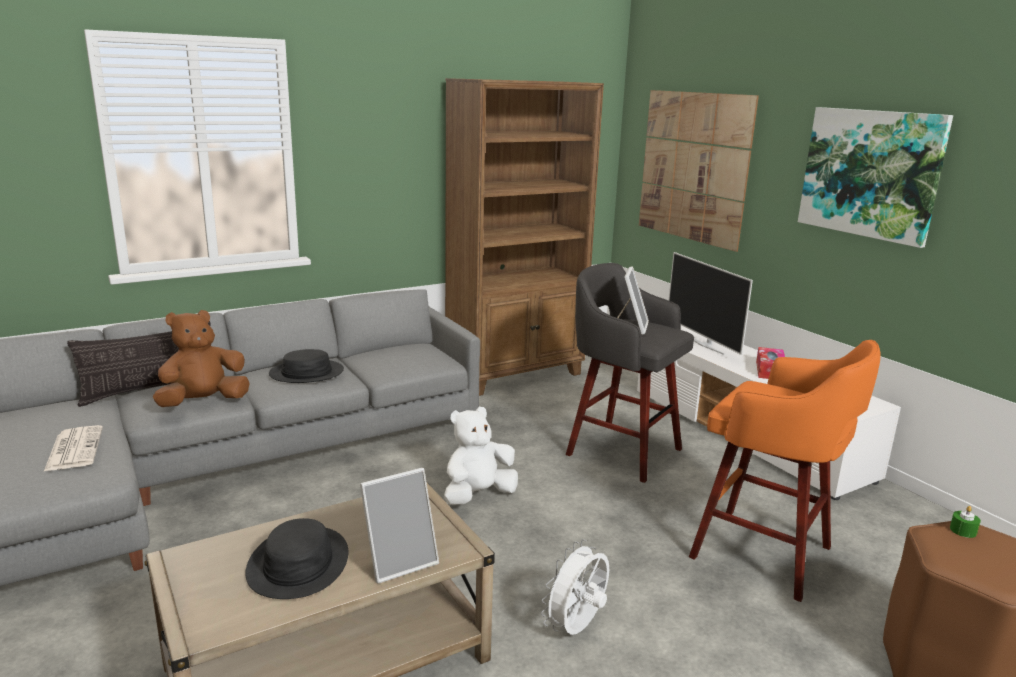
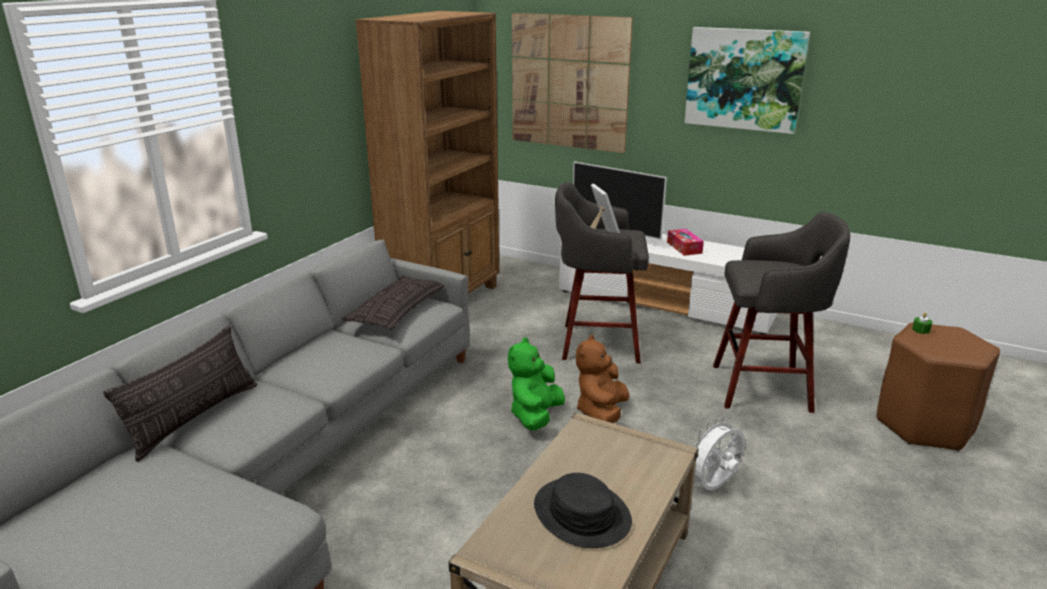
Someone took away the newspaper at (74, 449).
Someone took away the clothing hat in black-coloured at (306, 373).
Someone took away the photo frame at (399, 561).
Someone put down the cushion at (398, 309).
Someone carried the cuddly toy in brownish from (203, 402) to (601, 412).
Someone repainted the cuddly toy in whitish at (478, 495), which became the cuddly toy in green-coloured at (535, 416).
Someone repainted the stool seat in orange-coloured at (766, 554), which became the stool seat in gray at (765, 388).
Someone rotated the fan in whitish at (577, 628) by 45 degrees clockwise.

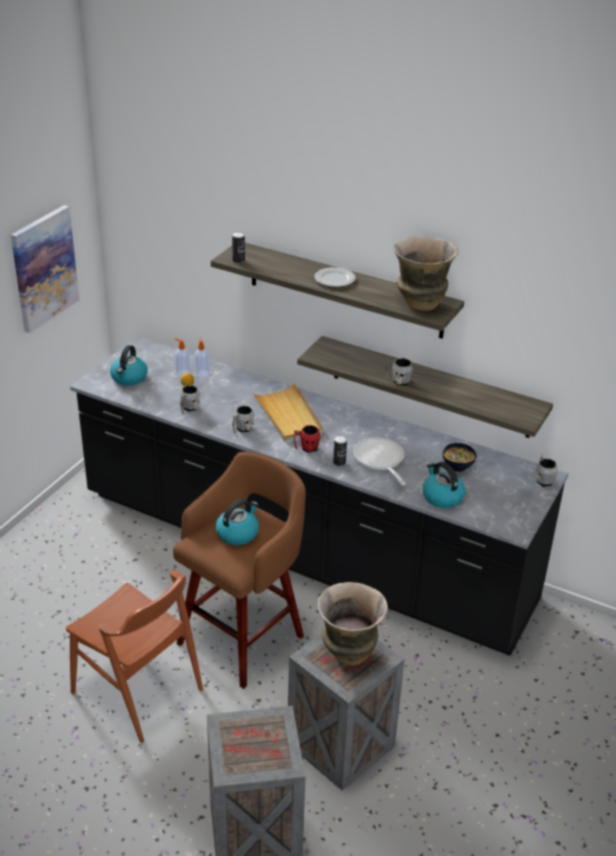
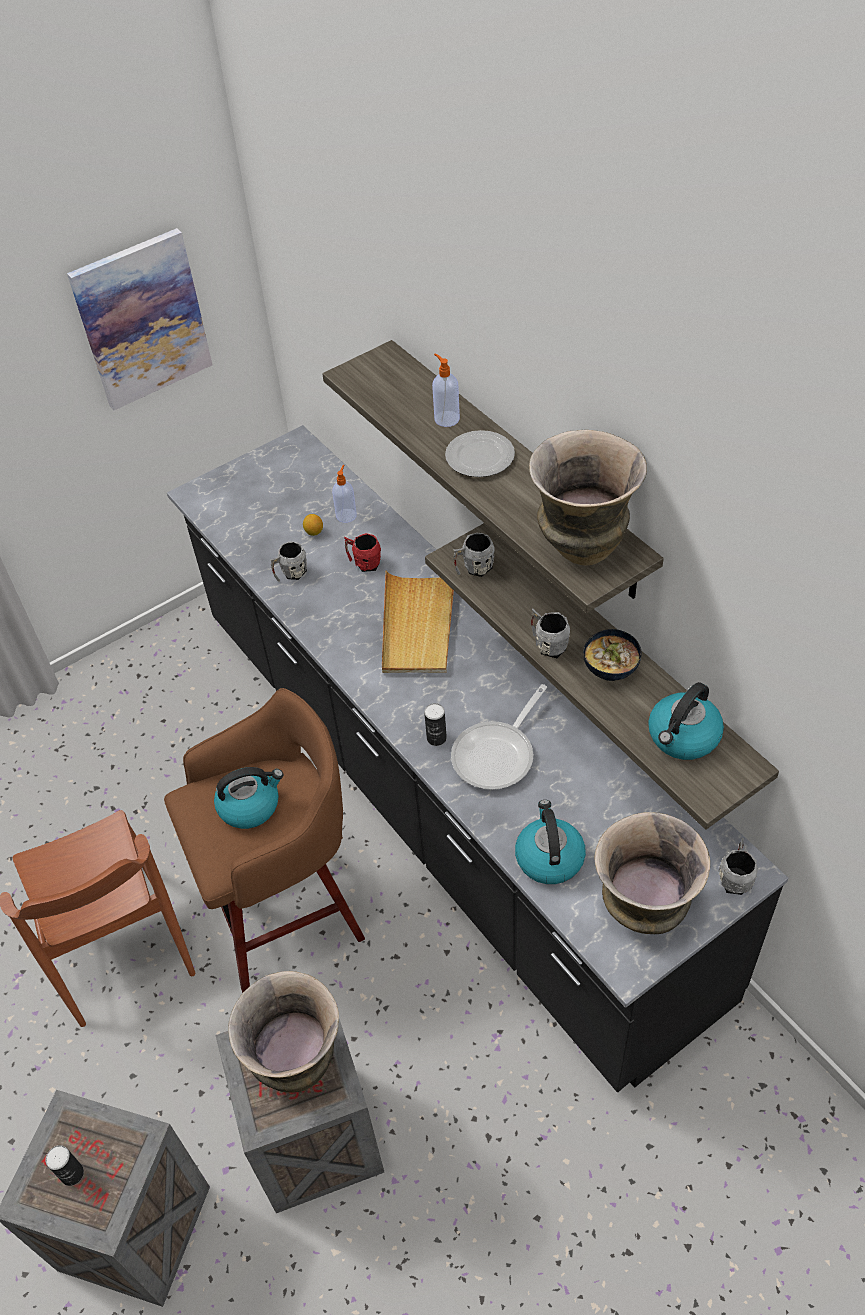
Someone put down the vase at (643, 911).
Someone carried the water kettle from (129, 378) to (683, 737).
Someone carried the soap dispenser from (182, 373) to (446, 418).
Someone carried the metal can from (238, 260) to (72, 1174).
Someone carried the mug in gray from (242, 429) to (474, 569).
Someone carried the mug in red-coloured from (306, 448) to (364, 563).
Someone carried the bowl from (458, 466) to (611, 669).
Someone rotated the frying pan at (380, 461) by 150 degrees counterclockwise.

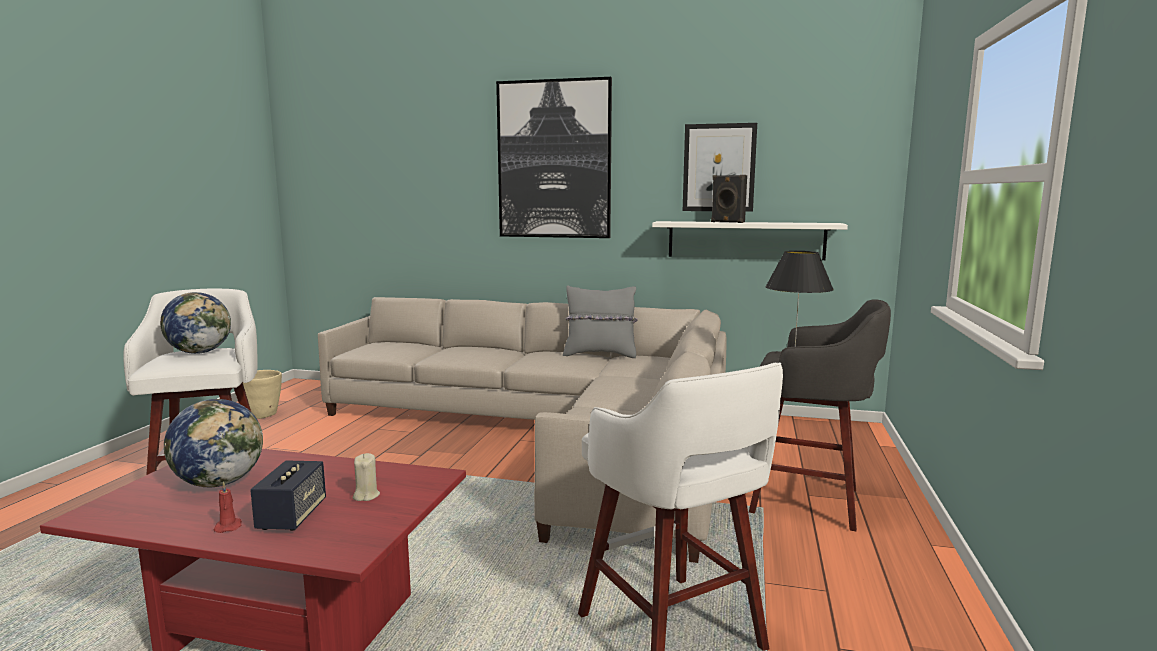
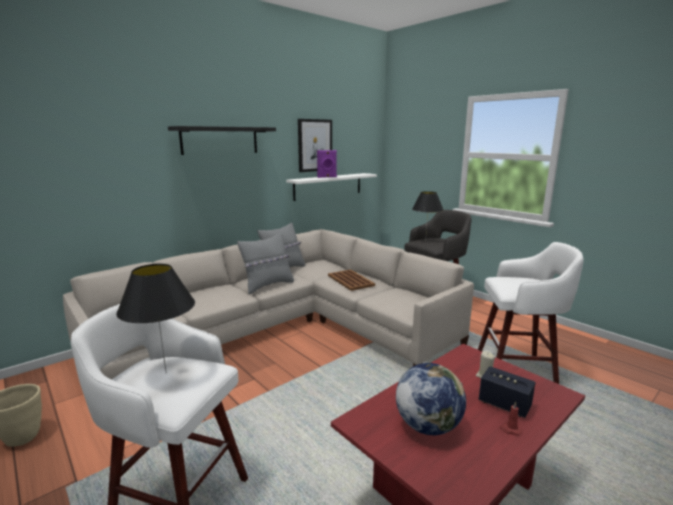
Someone put down the cushion in gray at (268, 285).
Someone put down the carrying tray in brownish at (350, 280).
Someone swapped the globe at (200, 352) for the tabletop lamp in black-coloured at (166, 372).
Someone swapped the wall picture at (554, 160) for the wall shelf in black-coloured at (220, 140).
Someone repainted the loudspeaker in black-coloured at (727, 222), which became the loudspeaker in purple at (327, 177).

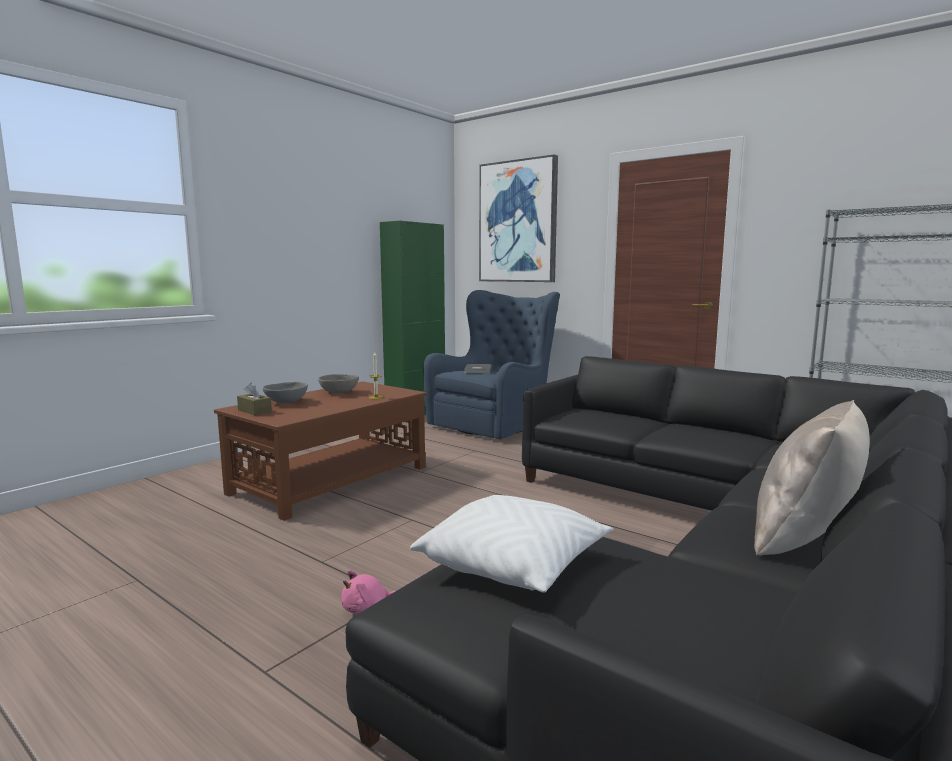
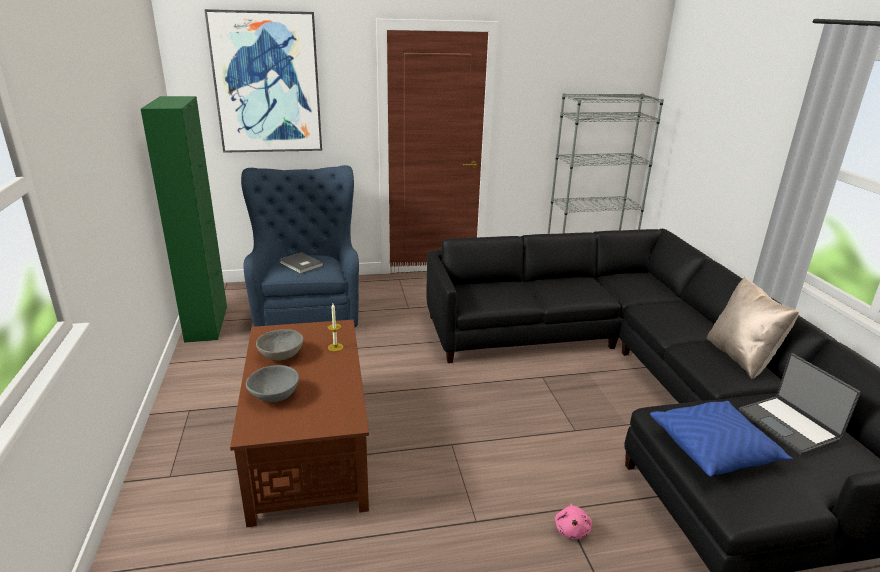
Someone took away the box of tissues in brownish at (254, 411).
Someone put down the portable computer at (789, 425).
Someone repainted the cushion in whitish at (514, 565), which became the cushion in blue at (714, 449).

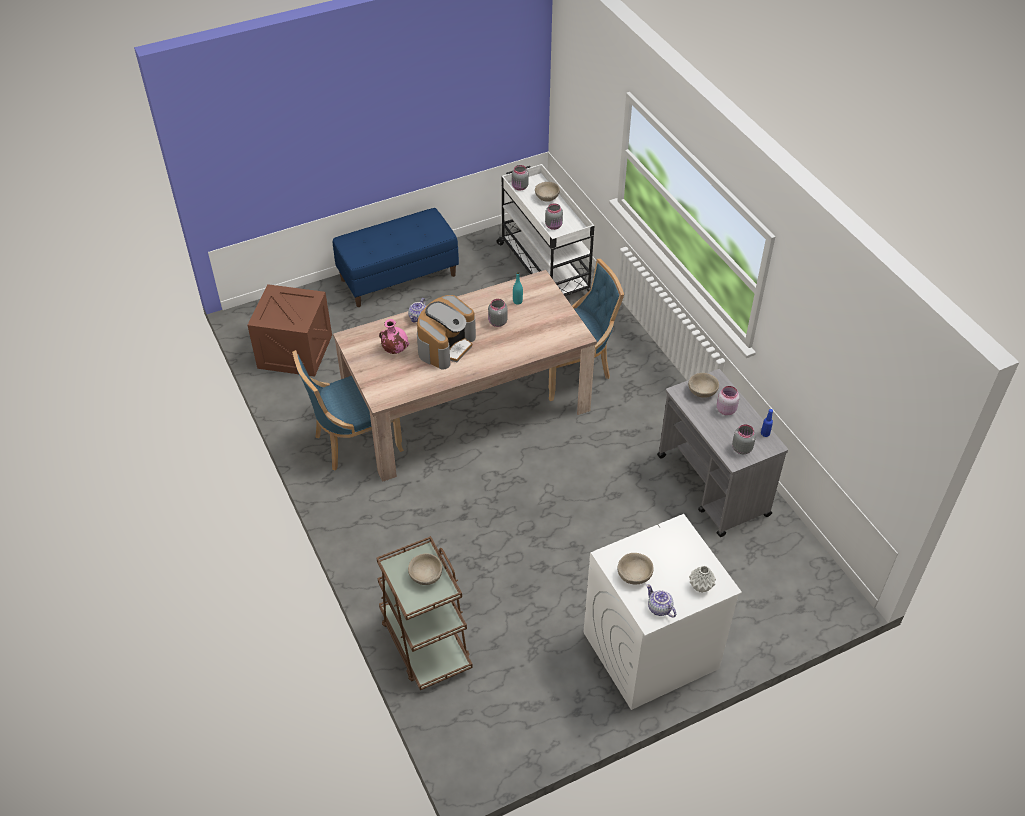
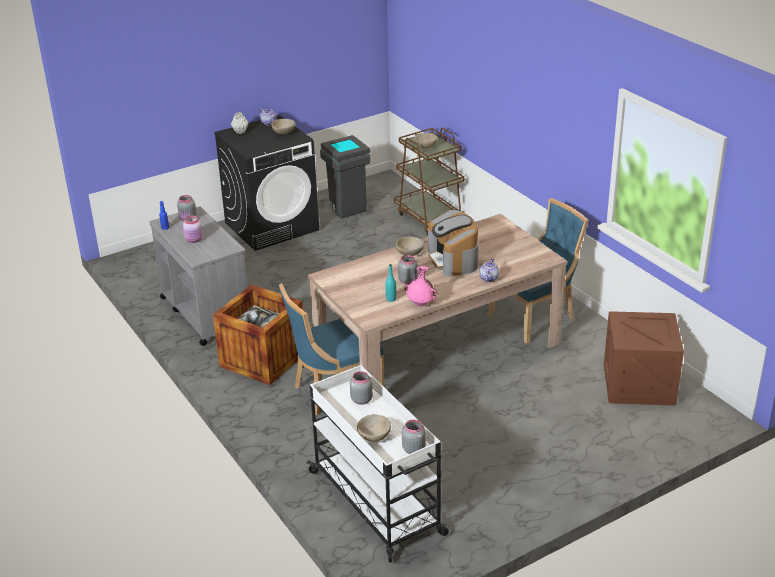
Someone took away the long seat in blue at (398, 277).
Someone put down the packing crate at (263, 359).
Someone put down the trash can in gray at (346, 209).
Someone carried the vase in pink-coloured from (394, 349) to (421, 304).
Someone carried the bowl in beige from (702, 392) to (409, 253).
Someone repainted the washing machine in whitish at (650, 651), which became the washing machine in black-coloured at (272, 226).
Someone rotated the coffee maker at (446, 345) by 45 degrees counterclockwise.

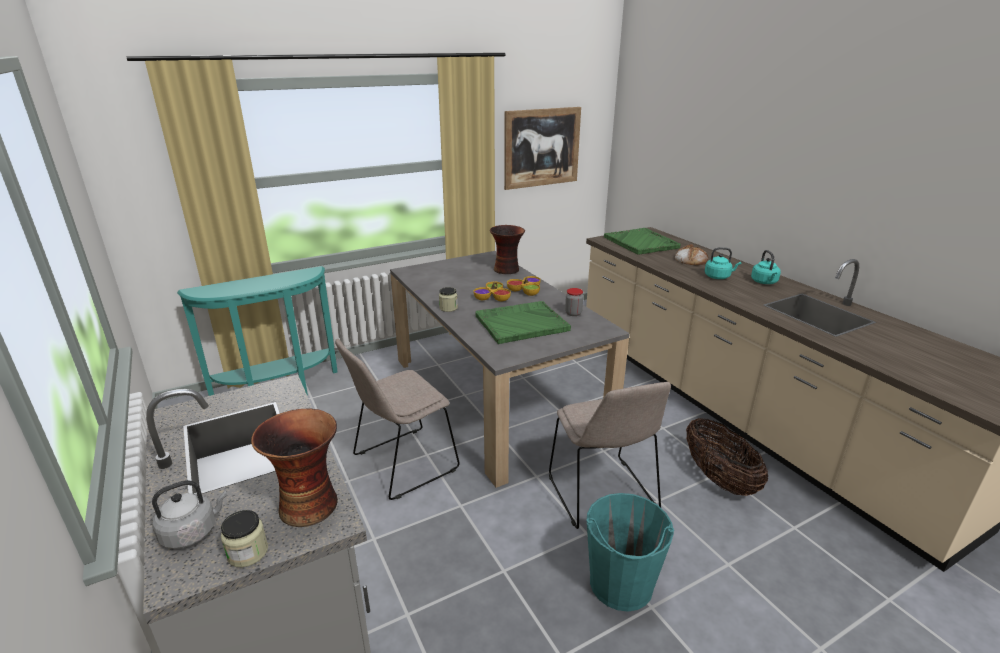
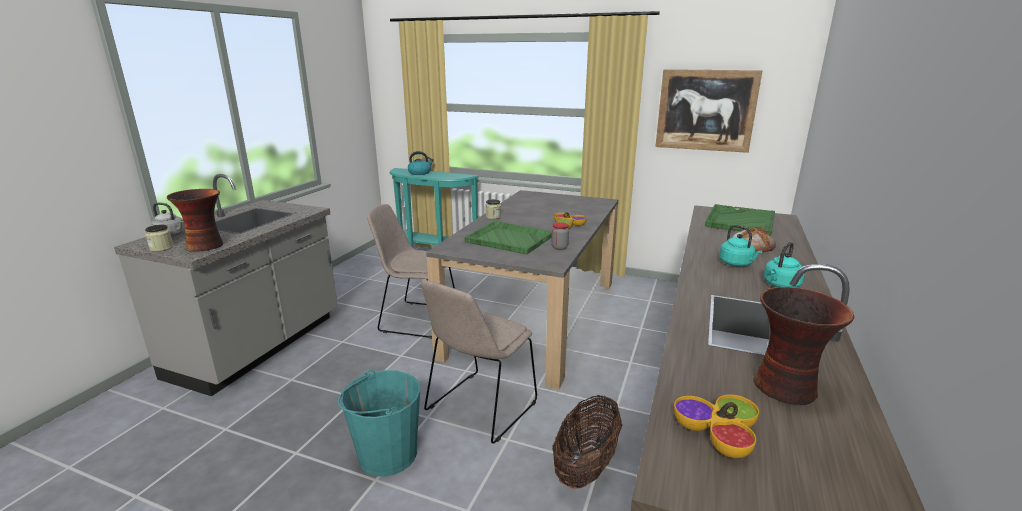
Someone put down the water kettle at (420, 173).
Someone carried the bowl from (492, 297) to (718, 432).
Someone carried the vase from (507, 270) to (787, 388).

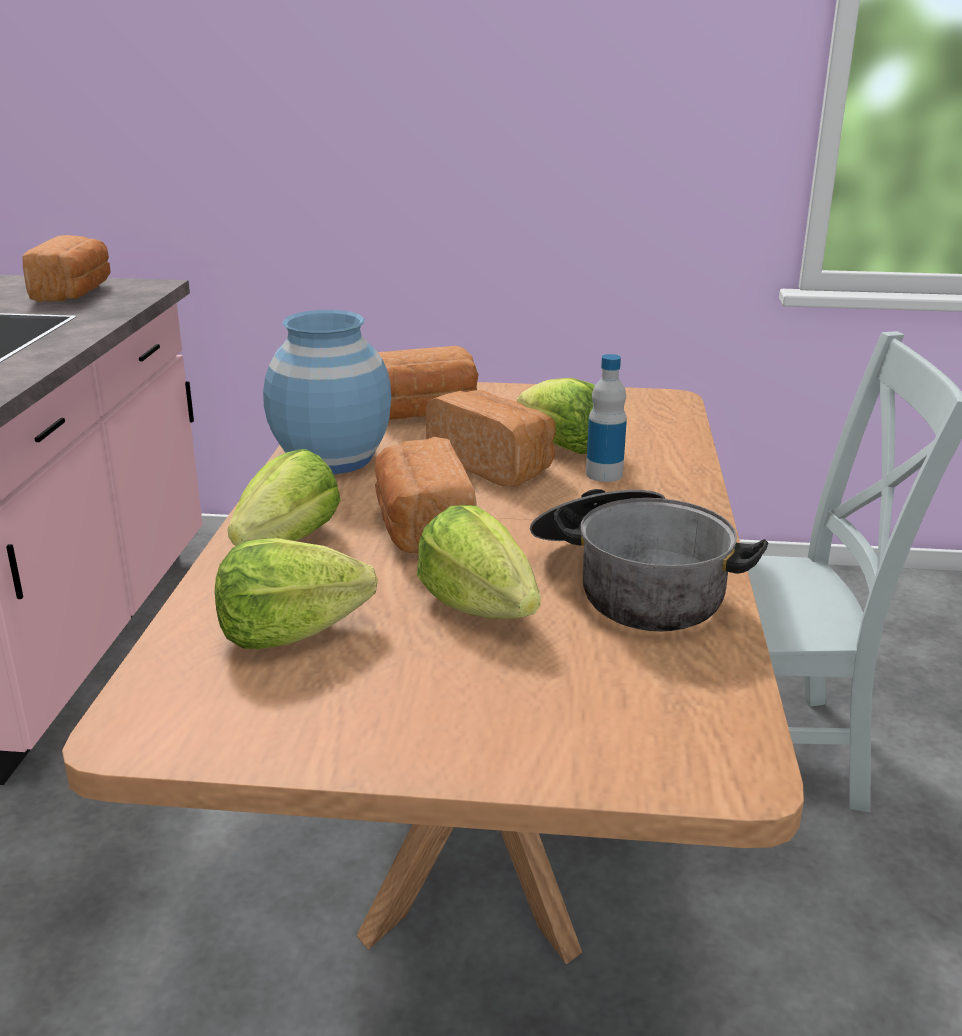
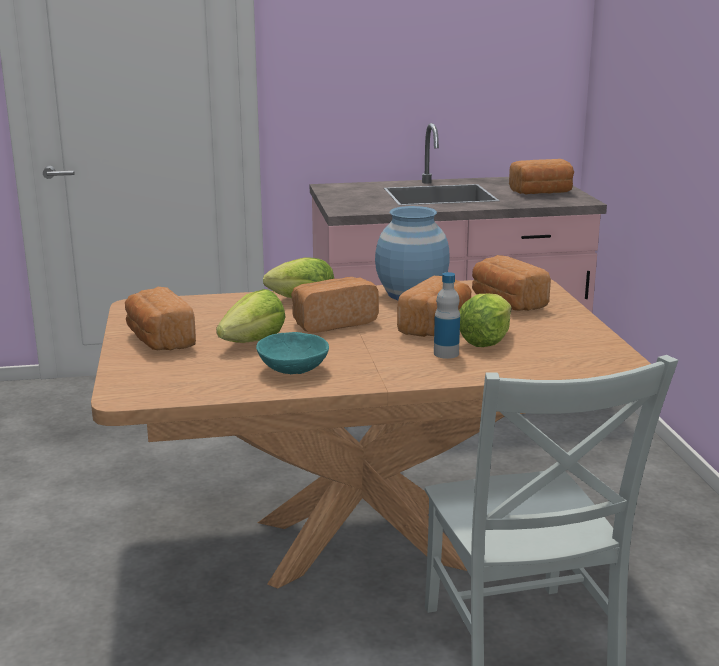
Someone took away the lettuce at (290, 632).
Someone put down the bakery bread at (159, 340).
Someone swapped the saucepot at (631, 586) for the bowl in turquoise-coloured at (292, 369).

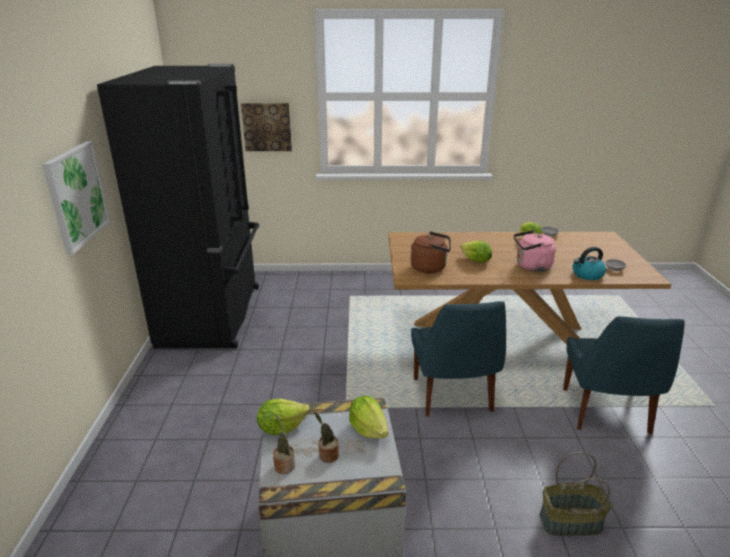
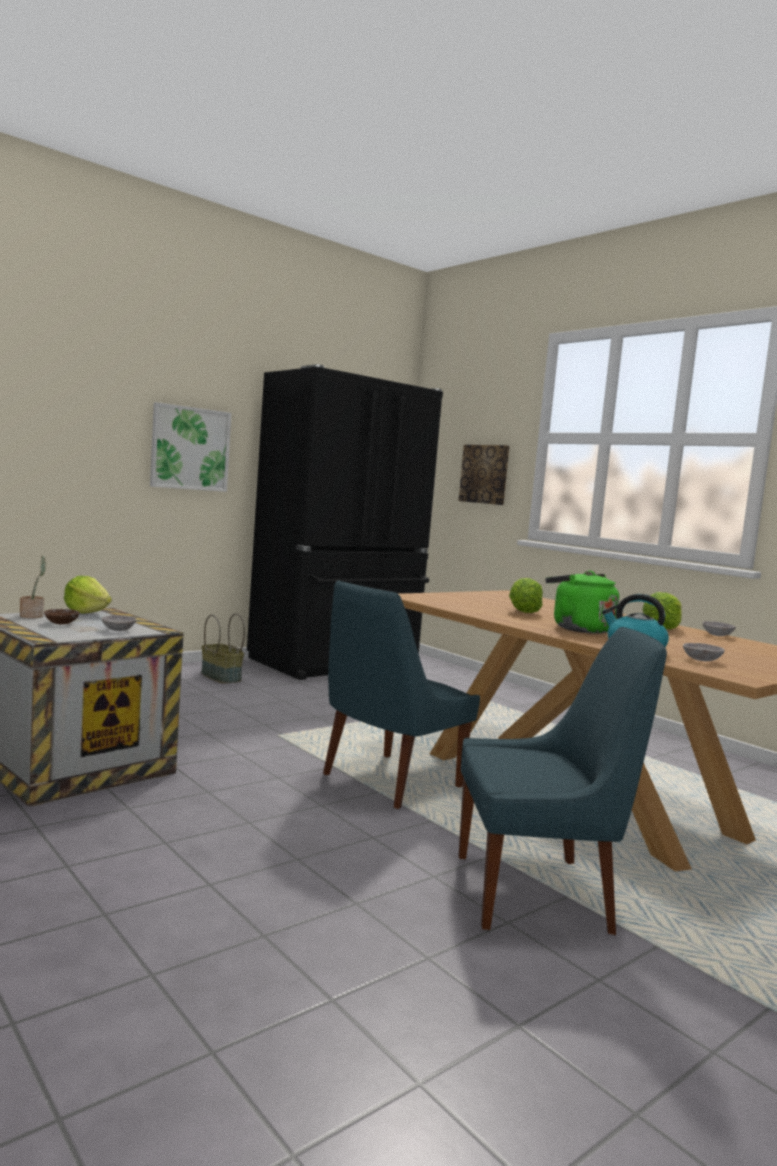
Someone took away the water kettle in brownish at (430, 267).
Someone carried the household basket from (570, 523) to (220, 677).
Someone swapped the potted plant at (327, 455) for the bowl in brownish at (61, 623).
Someone swapped the lettuce at (368, 429) for the bowl in gray at (118, 630).
Someone repainted the water kettle in pink-coloured at (531, 266), which became the water kettle in green-coloured at (578, 629).
Someone rotated the plain chair in blue at (606, 413) by 150 degrees counterclockwise.

